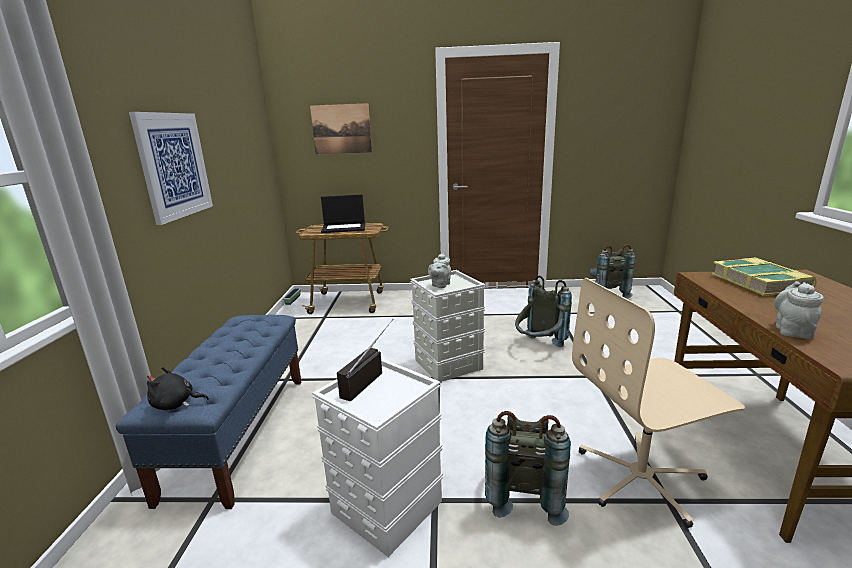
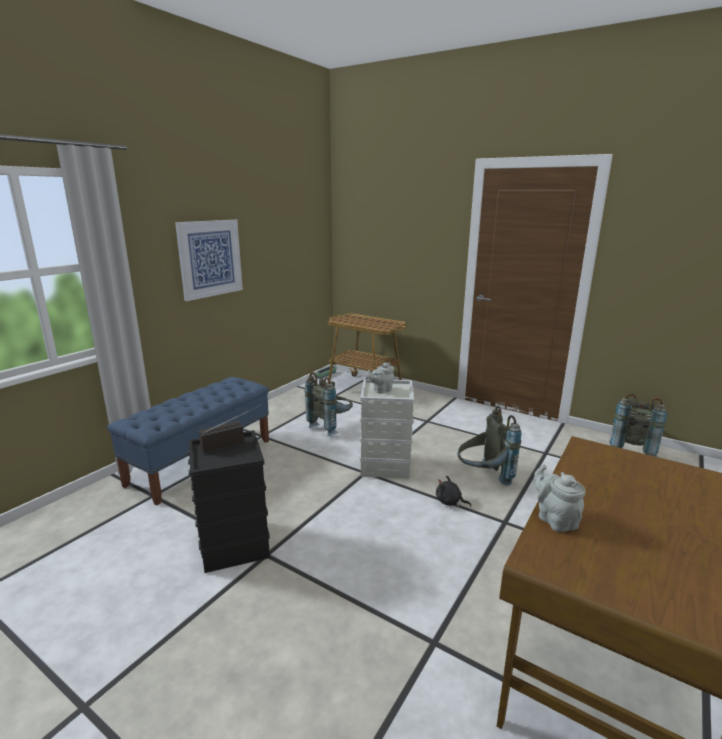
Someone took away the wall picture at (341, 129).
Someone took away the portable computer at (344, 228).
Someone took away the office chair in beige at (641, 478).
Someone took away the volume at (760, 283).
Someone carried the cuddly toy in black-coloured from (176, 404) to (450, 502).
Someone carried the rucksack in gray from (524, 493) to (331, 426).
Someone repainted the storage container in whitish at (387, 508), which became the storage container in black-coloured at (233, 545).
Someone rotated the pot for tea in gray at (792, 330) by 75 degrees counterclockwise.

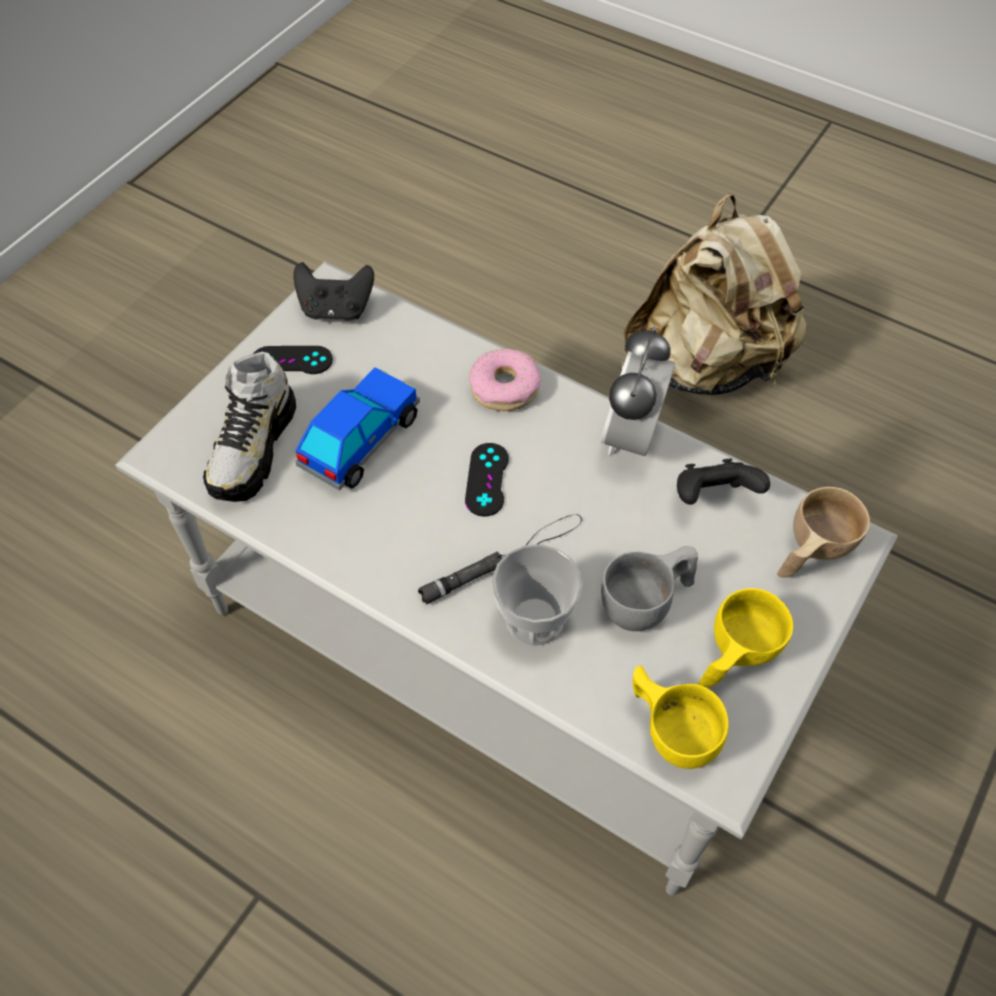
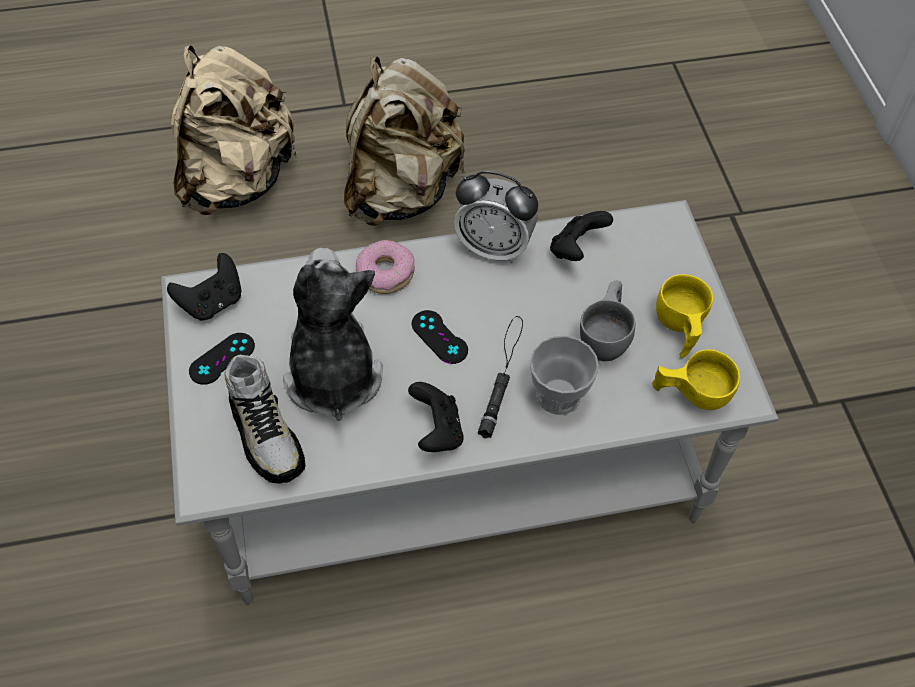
Someone took away the drinking cup in beige at (810, 552).
Someone put down the rucksack in beige at (238, 179).
Someone put down the joypad in black-coloured at (437, 431).
Someone swapped the toy car at (360, 440) for the cuddly toy at (332, 374).
Someone rotated the table clock at (631, 436) by 45 degrees counterclockwise.

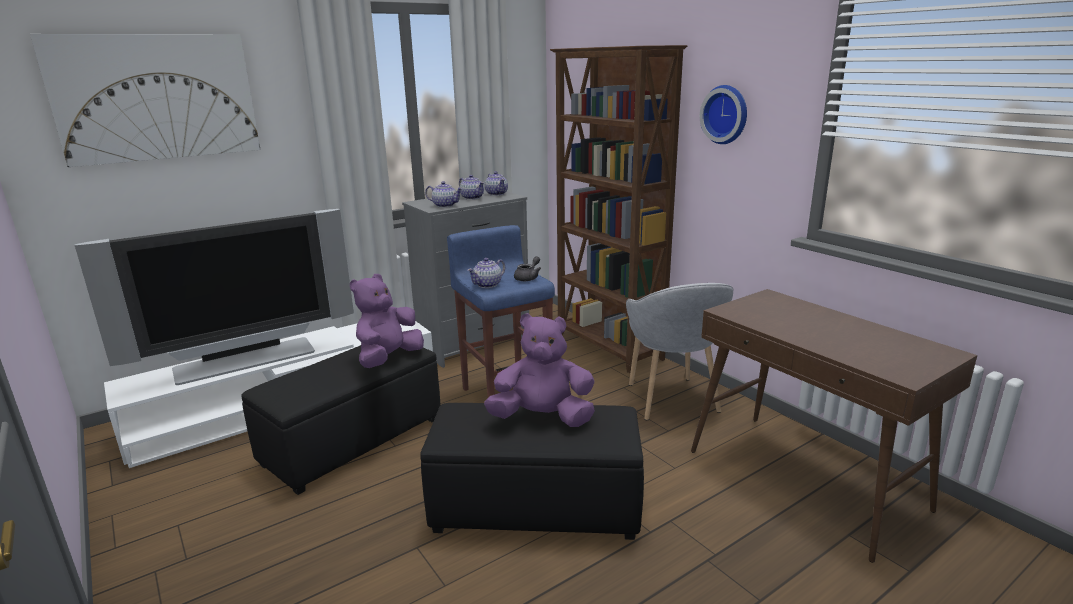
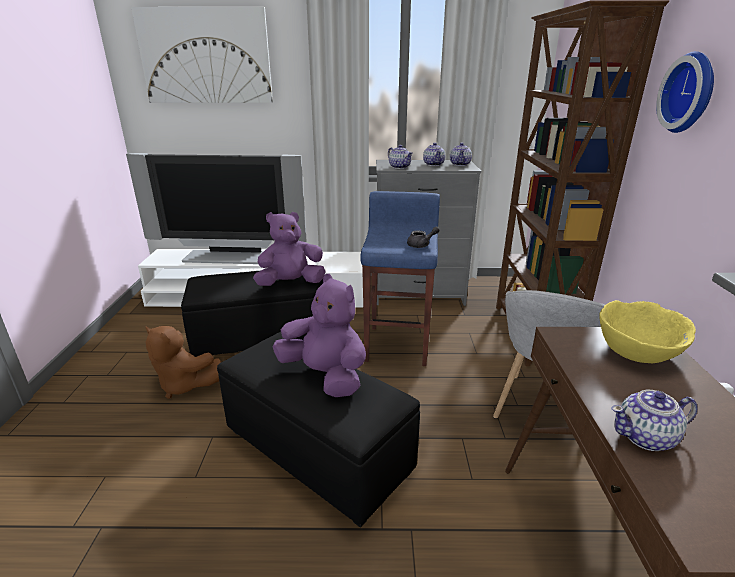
Someone put down the cuddly toy in brownish at (184, 385).
Someone put down the bowl in yellowish at (638, 350).
Someone carried the pot for tea from (488, 285) to (646, 437).

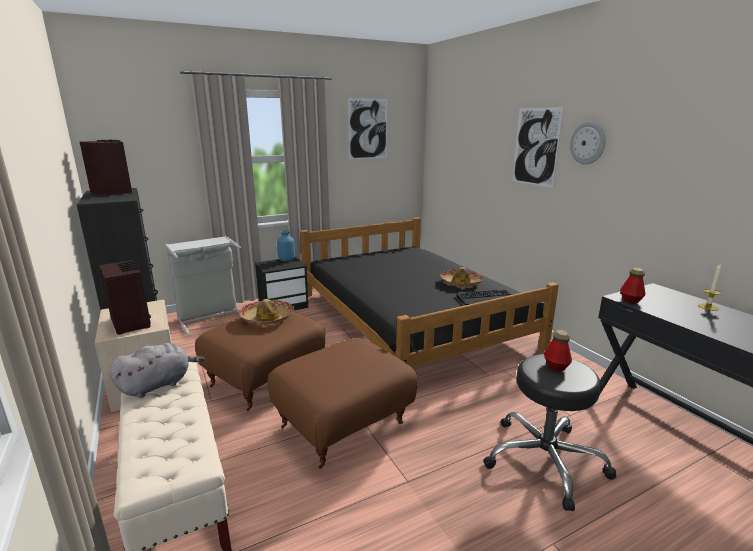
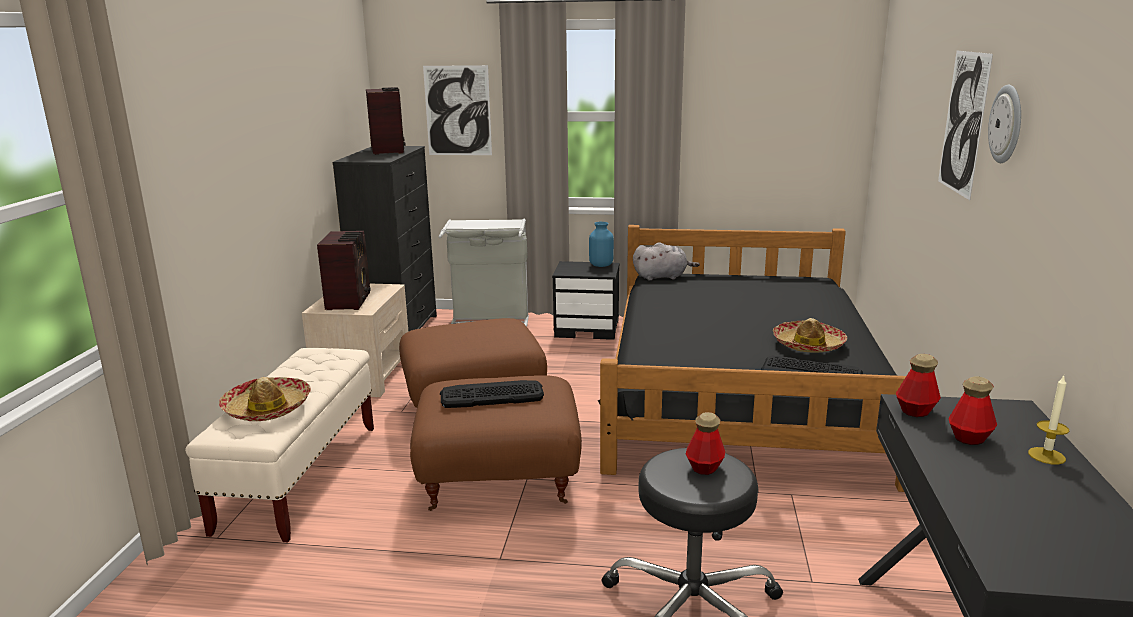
Someone put down the PC keyboard at (491, 394).
Someone put down the bottle at (969, 438).
Someone carried the cuddly toy in gray from (158, 384) to (662, 277).
Someone carried the clothing hat from (267, 318) to (267, 408).
Someone carried the wall picture from (368, 129) to (458, 111).

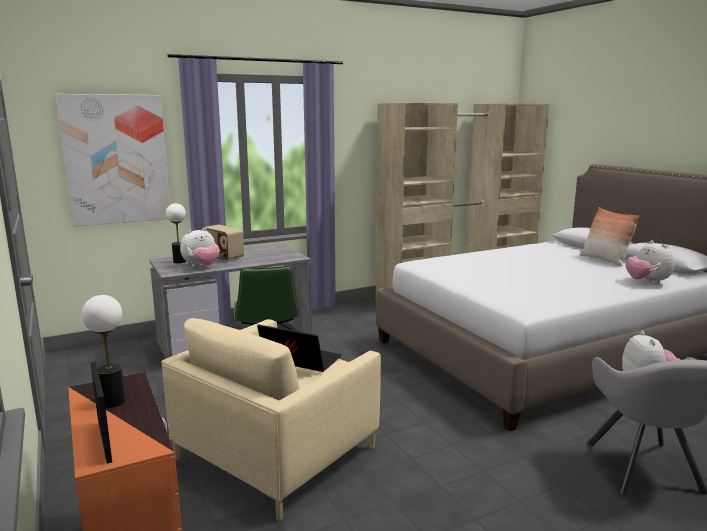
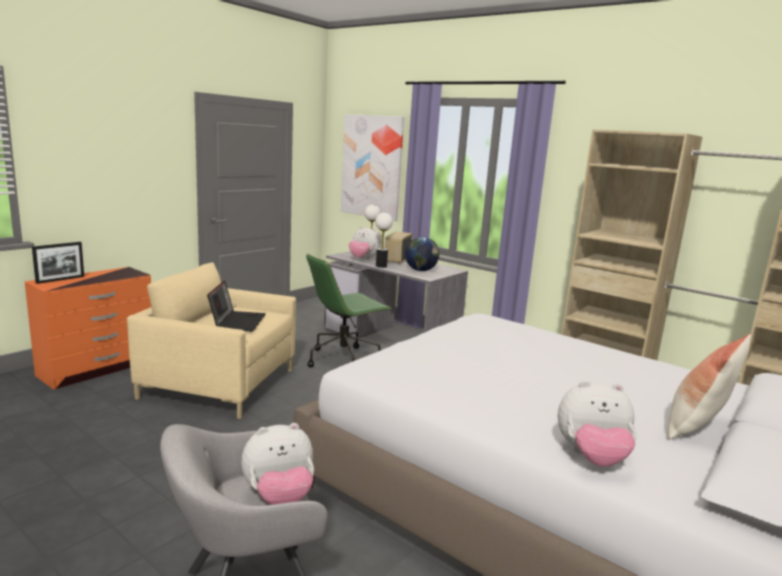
Someone put down the globe at (421, 270).
Someone carried the tabletop lamp from (112, 402) to (381, 266).
Someone rotated the cuddly toy at (647, 282) by 135 degrees counterclockwise.

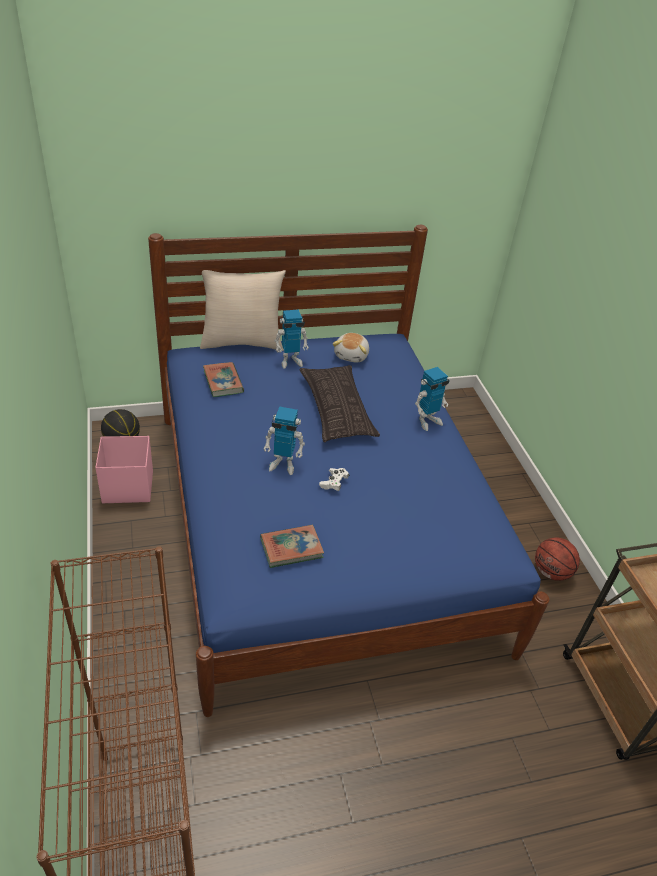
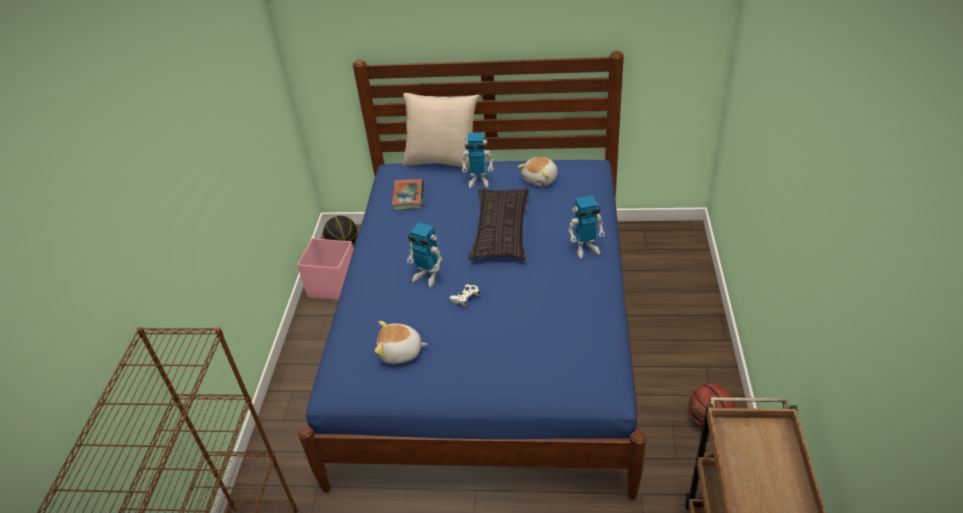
Someone swapped the volume at (291, 548) for the cuddly toy at (400, 352).

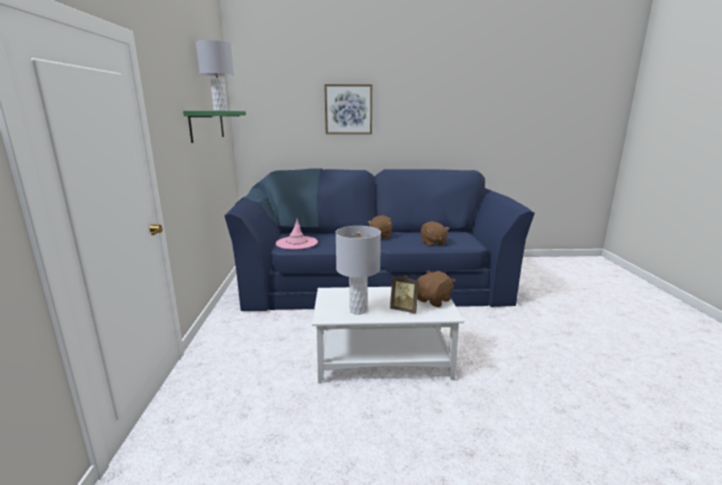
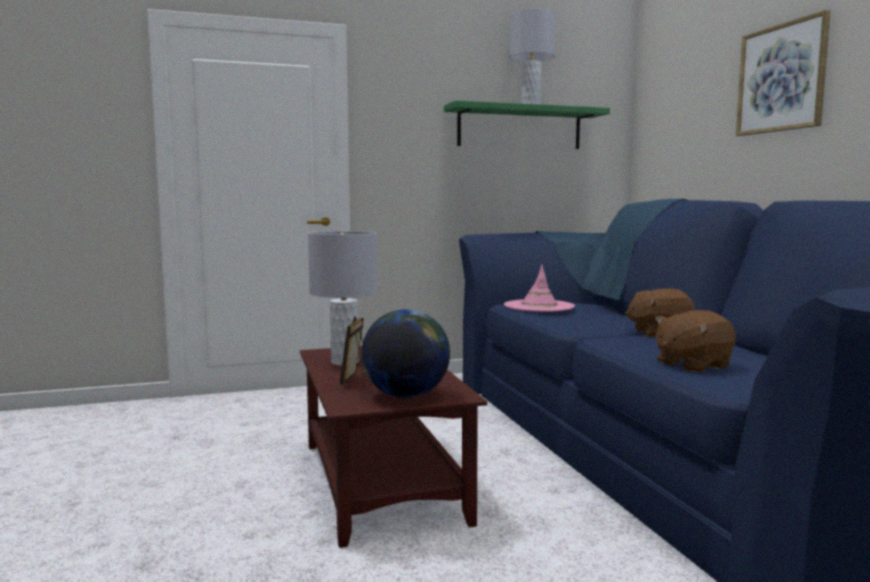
Someone swapped the cuddly toy in brownish at (433, 300) for the globe at (405, 395).
Someone repainted the lounge table in whitish at (384, 360), which became the lounge table in brownish at (382, 482).

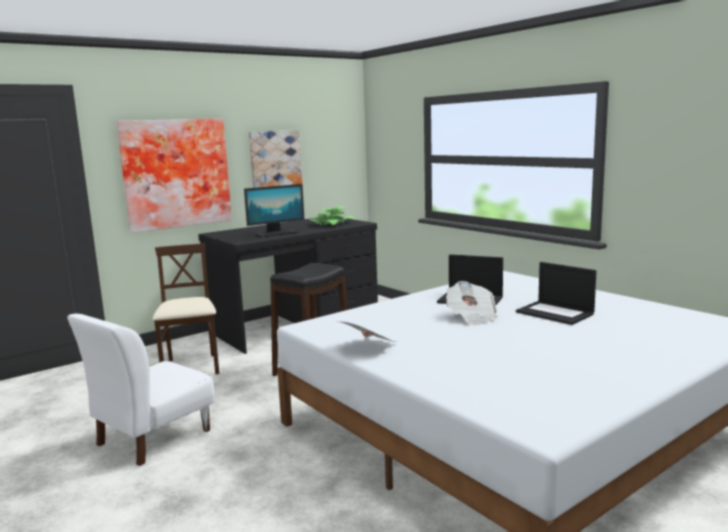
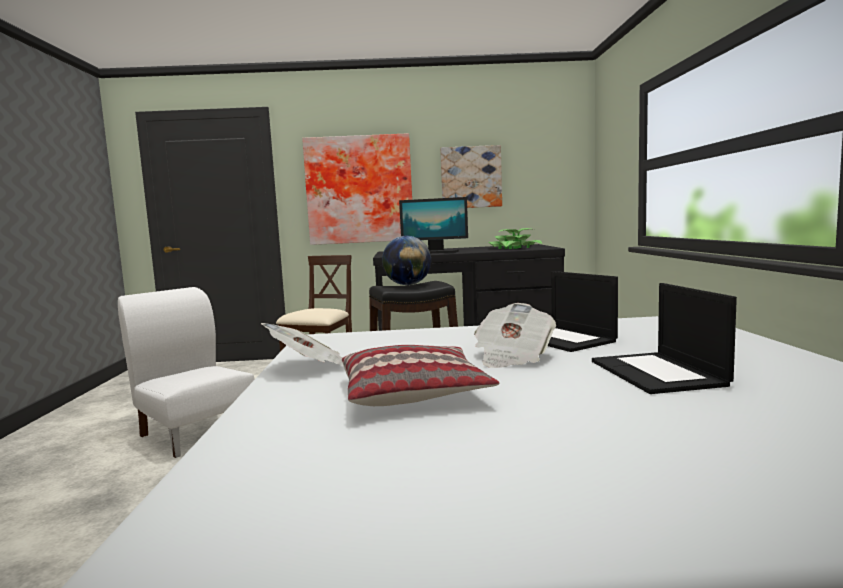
Someone put down the cushion at (413, 392).
Someone put down the globe at (407, 285).
Someone rotated the plain chair in whitish at (153, 437) by 60 degrees clockwise.

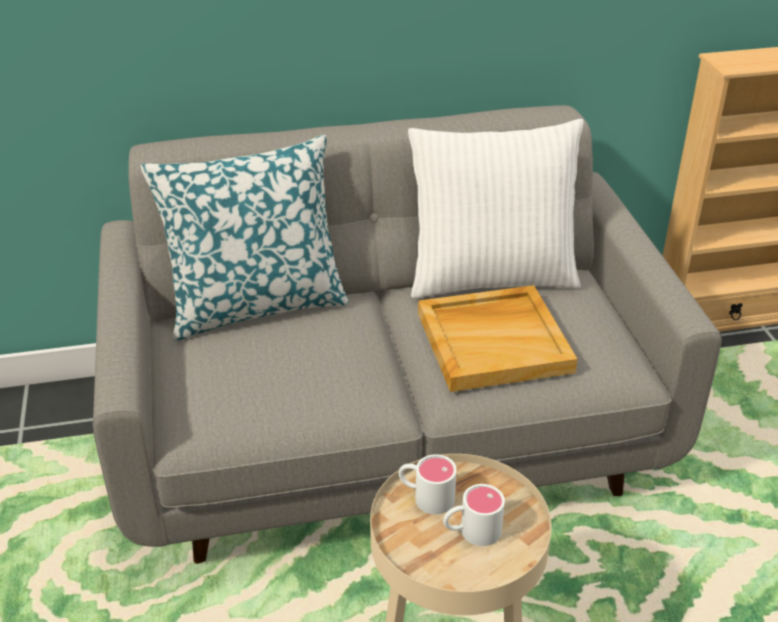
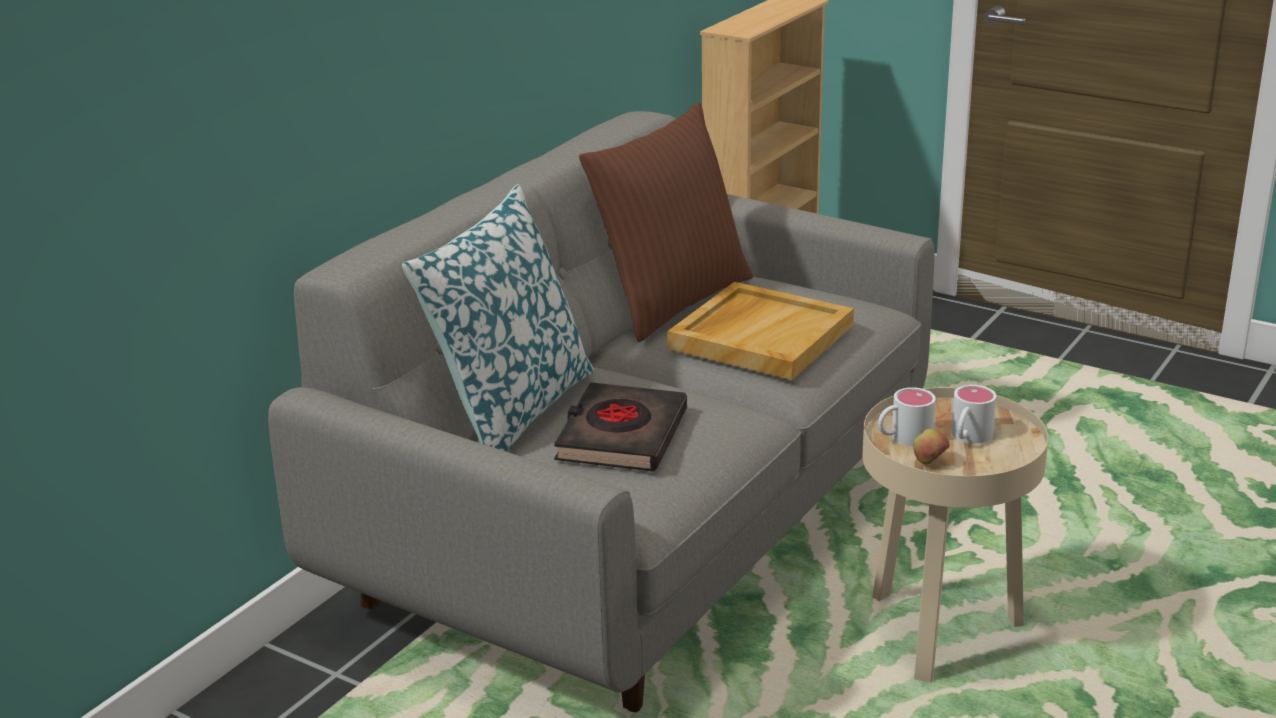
Someone put down the volume in black-coloured at (621, 436).
Someone put down the whole apple at (929, 462).
Someone repainted the cushion in whitish at (491, 277), which became the cushion in brownish at (671, 301).

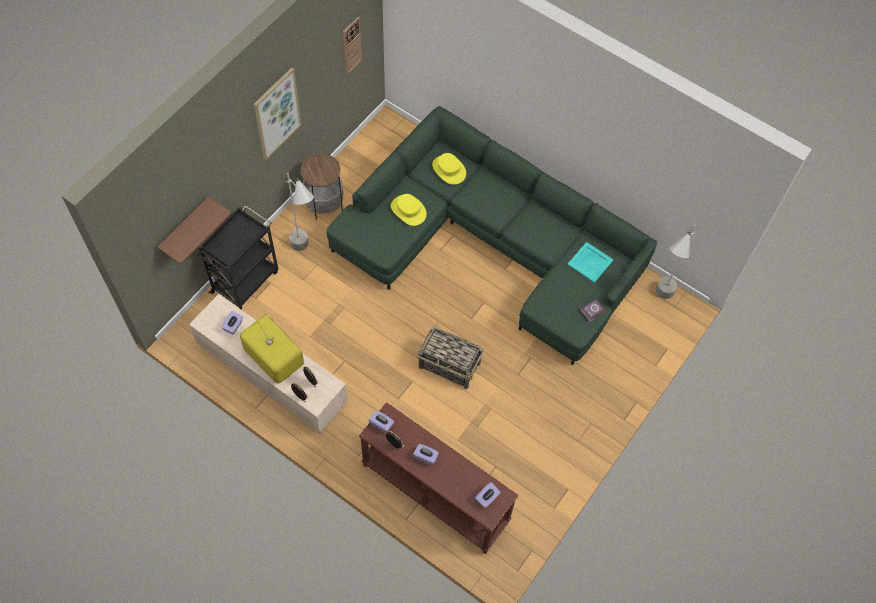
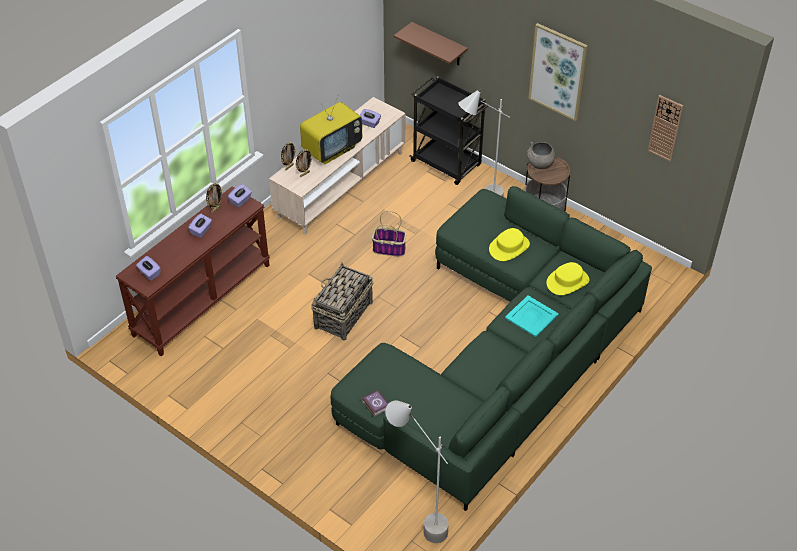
Someone put down the household basket at (389, 249).
Someone put down the bowl in gray at (540, 164).
Someone carried the carrying tray in turquoise-coloured from (590, 262) to (531, 316).

